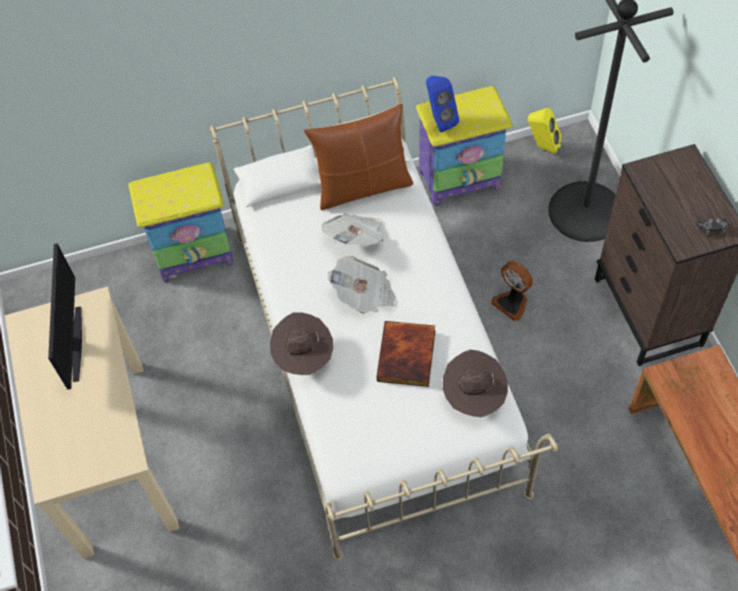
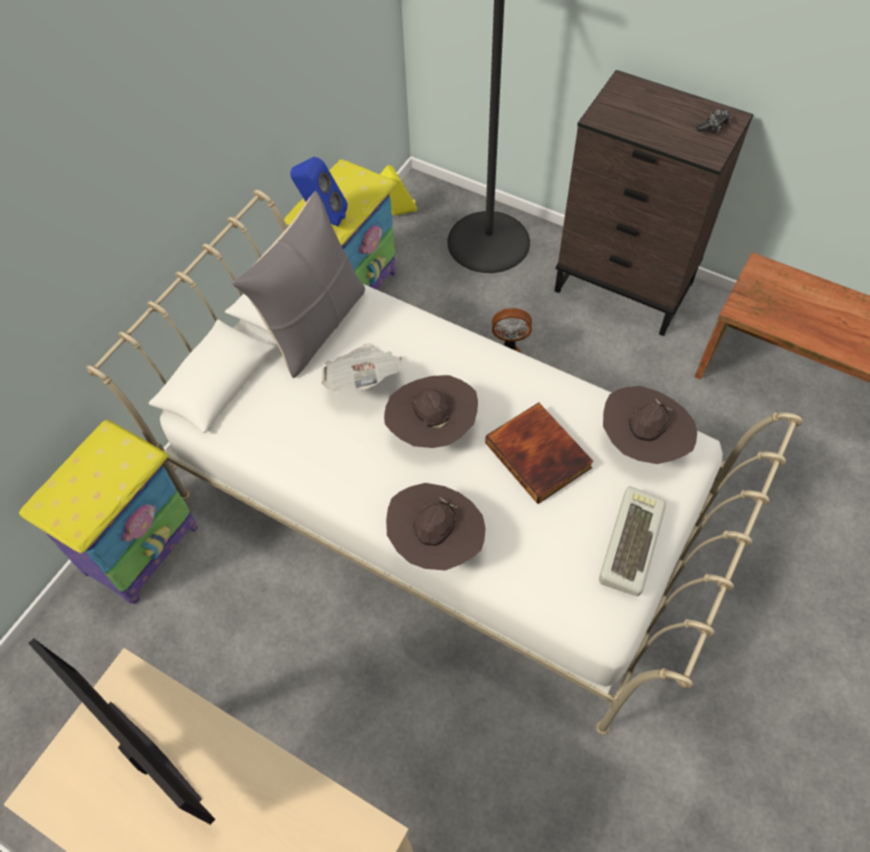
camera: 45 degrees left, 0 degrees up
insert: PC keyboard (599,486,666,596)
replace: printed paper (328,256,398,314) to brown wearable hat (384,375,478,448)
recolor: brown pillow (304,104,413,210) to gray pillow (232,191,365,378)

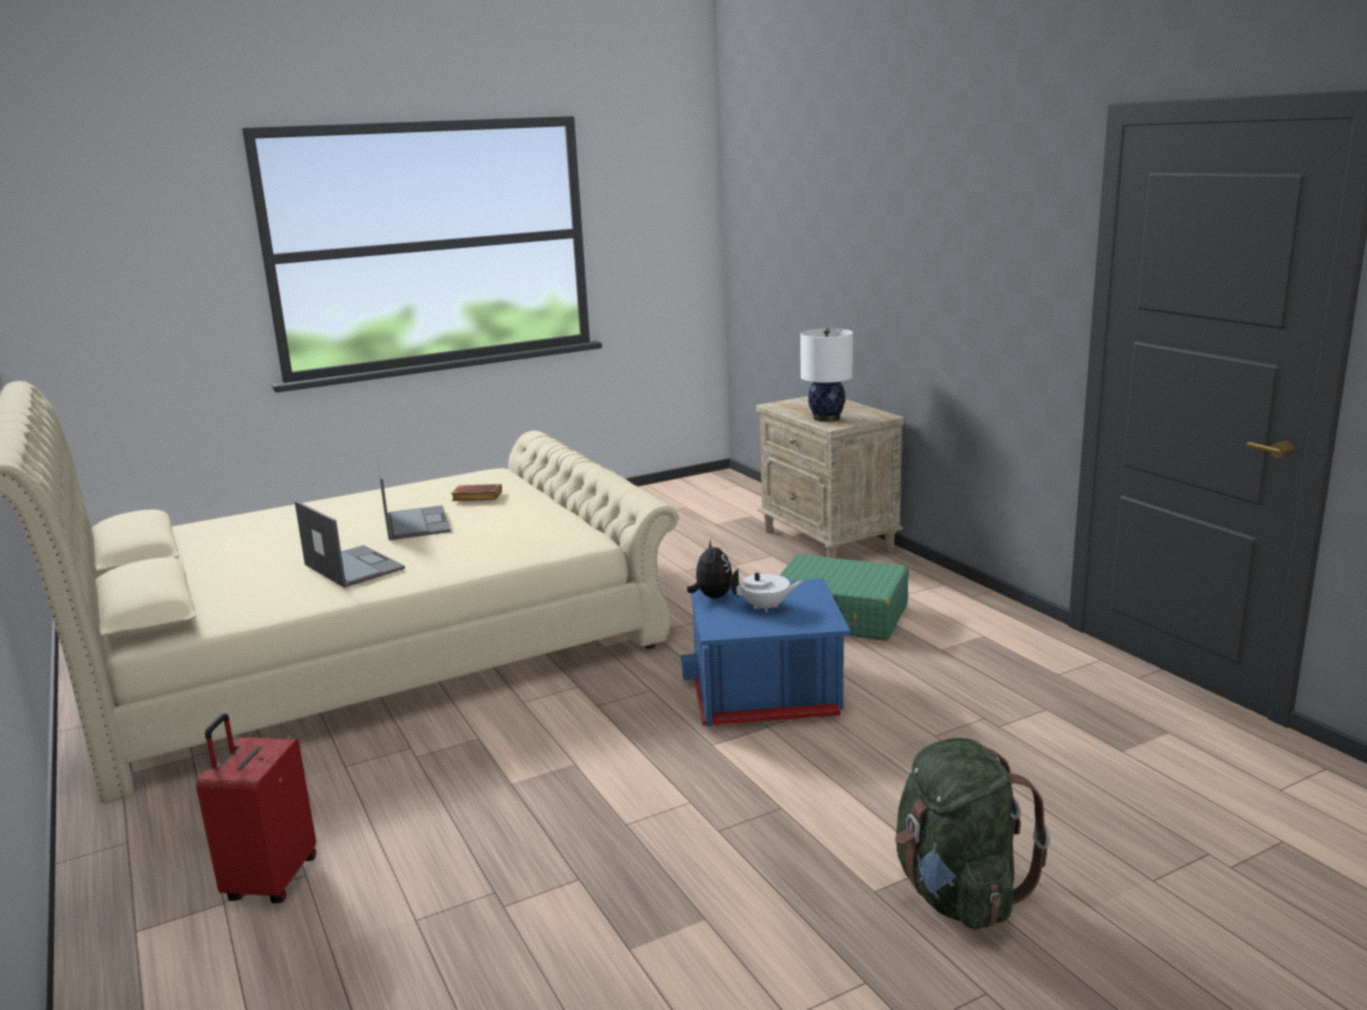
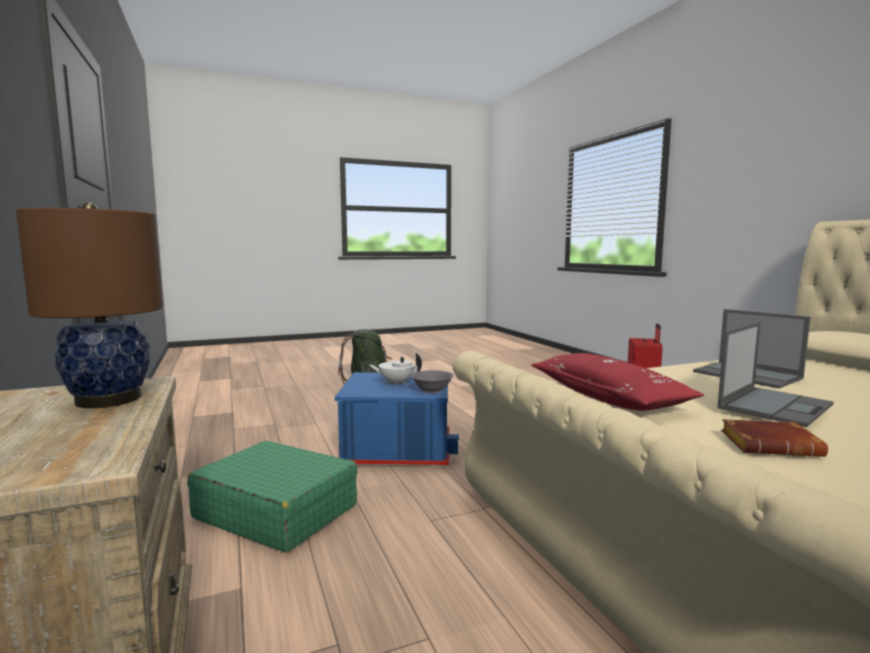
camera: 175 degrees left, 10 degrees down
insert: red-coloured pillow (531,353,704,411)
replace: cuddly toy (687,540,732,599) to gray deep dish (411,370,454,393)
recolor: whitish lamp for a table (800,328,853,422) to brown lamp for a table (16,202,163,408)
rotate: laptop (377,458,451,540) = (717,322,834,427) 120 degrees counterclockwise

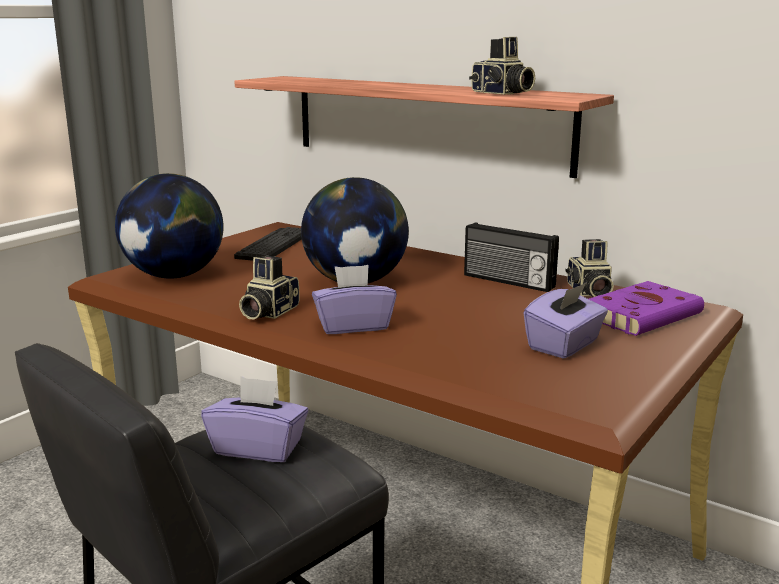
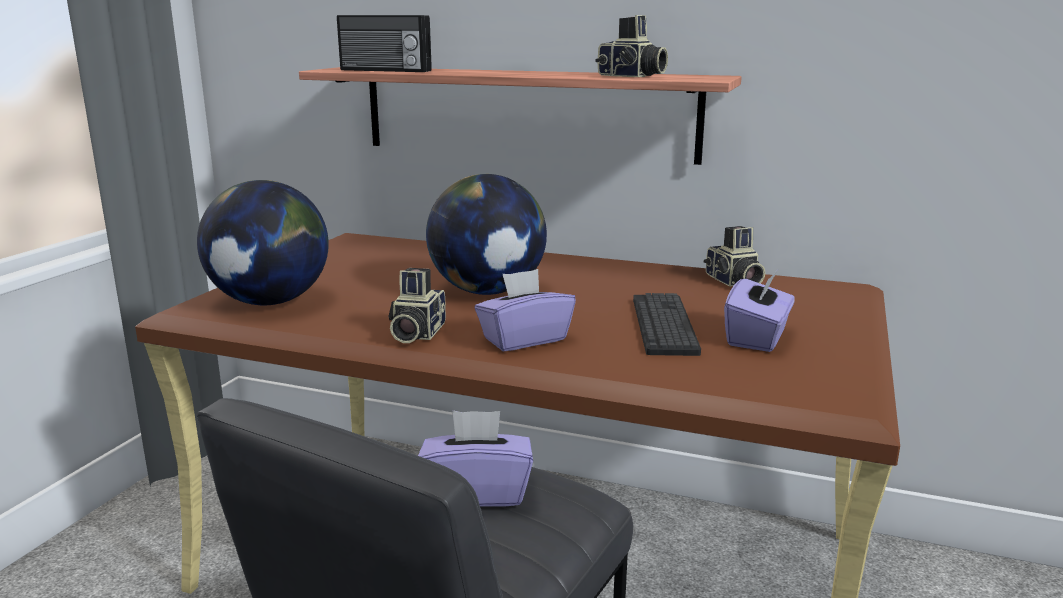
camera: 15 degrees left, 0 degrees up
delete: purple bound book (589,281,704,336)
move: radio receiver (464,222,559,292) to (337,15,432,72); PC keyboard (234,227,302,261) to (633,293,701,356)

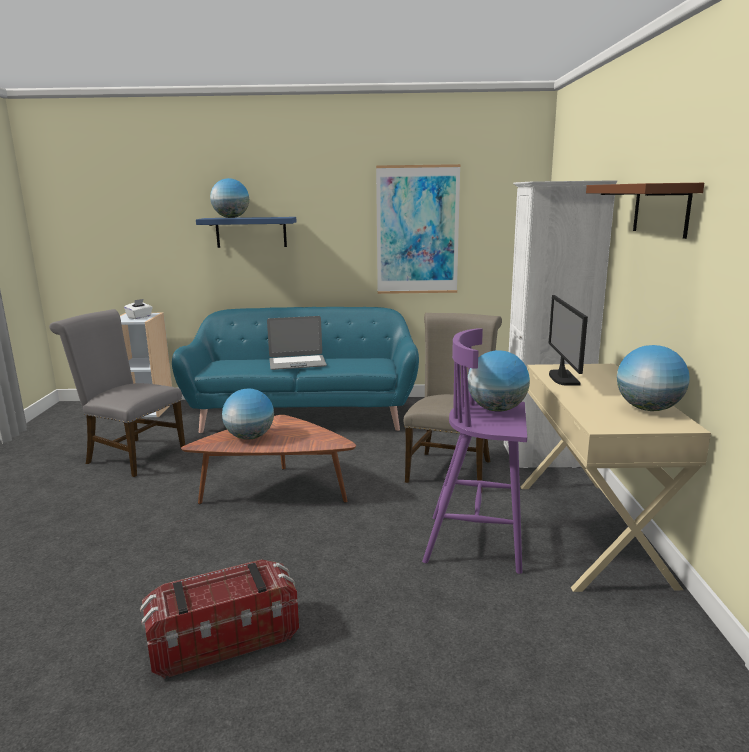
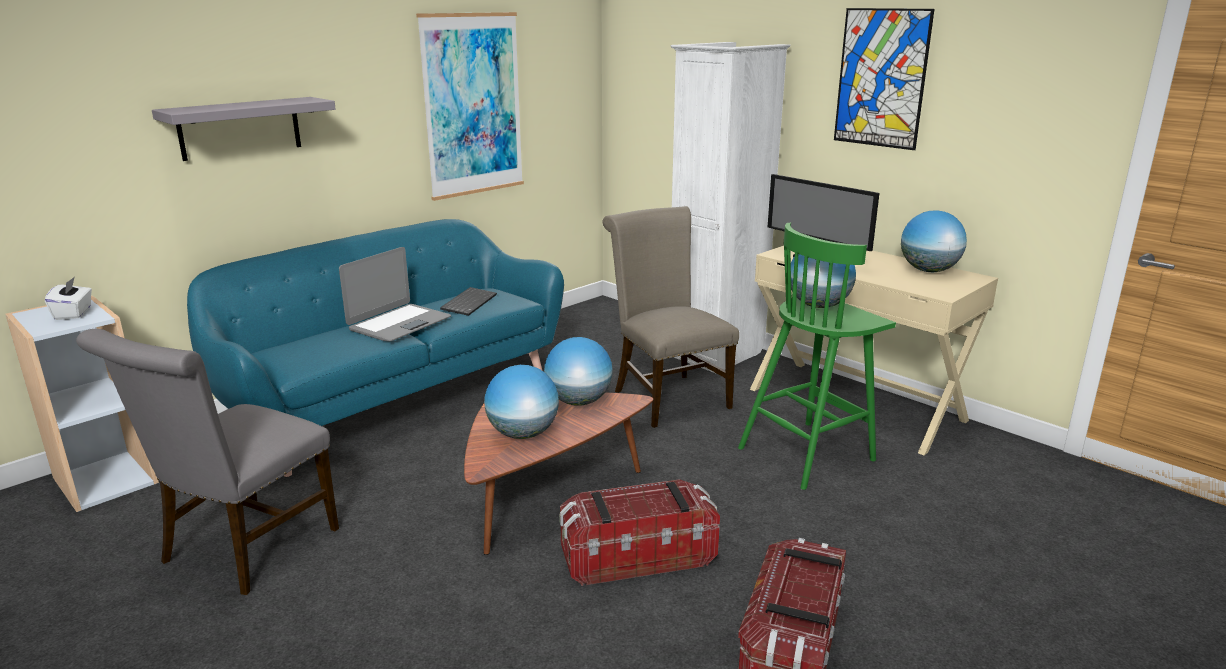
camera: 45 degrees left, 5 degrees up
insert: PC keyboard (440,287,497,316); storage bin (559,479,720,586)
move: globe (210,178,249,218) to (544,337,613,406)
replace: brown shelf (586,183,704,239) to wall picture (834,8,934,150)
recolor: bluish shelf (196,217,297,248) to gray shelf (152,97,336,161); purple stool seat (422,328,527,574) to green-coloured stool seat (738,222,896,490)
rotate: gray plain chair (49,309,185,477) = (76,329,339,595) 45 degrees counterclockwise

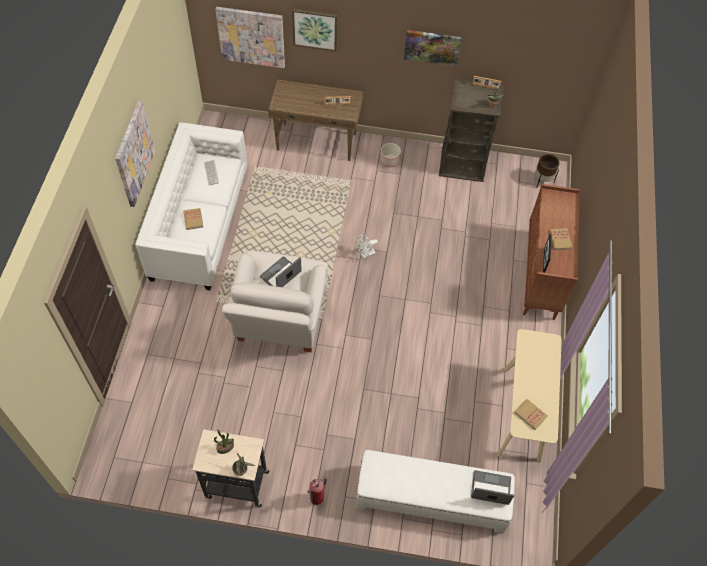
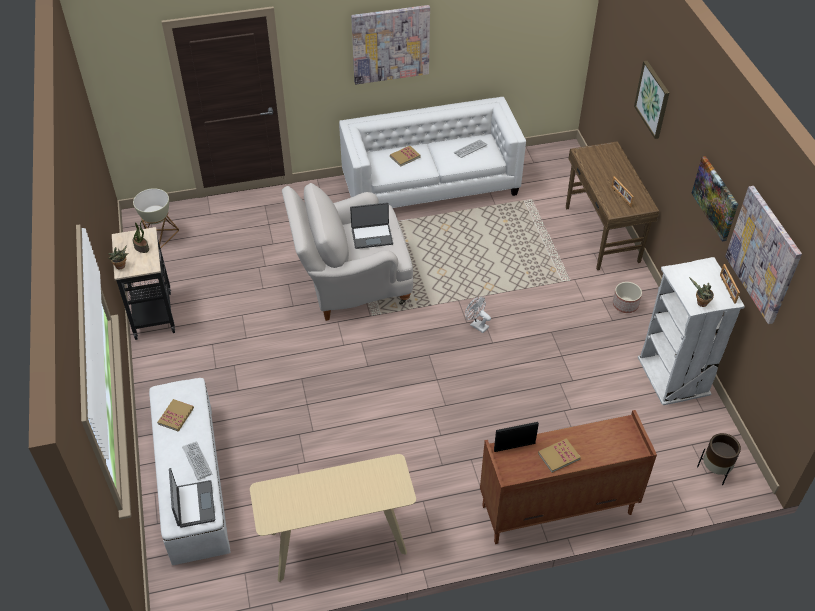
camera: 70 degrees right, 10 degrees down
delete: fire extinguisher (307,477,327,505)
insert: planter (133,188,179,248); PC keyboard (182,441,213,480)
move: wall picture (215,7,285,68) to (725,186,802,324); bound book (515,399,547,430) to (157,399,194,431)
recolor: brown bookshelf (439,80,504,182) to whitish bookshelf (638,257,745,405)
rotate: laptop (260,256,302,287) = (350,202,393,249) 150 degrees clockwise

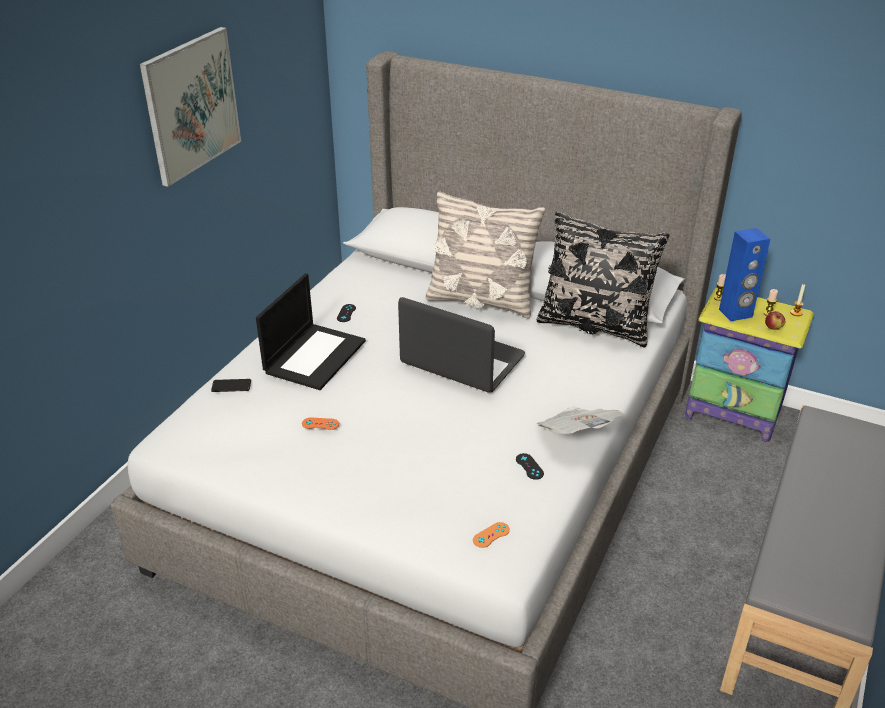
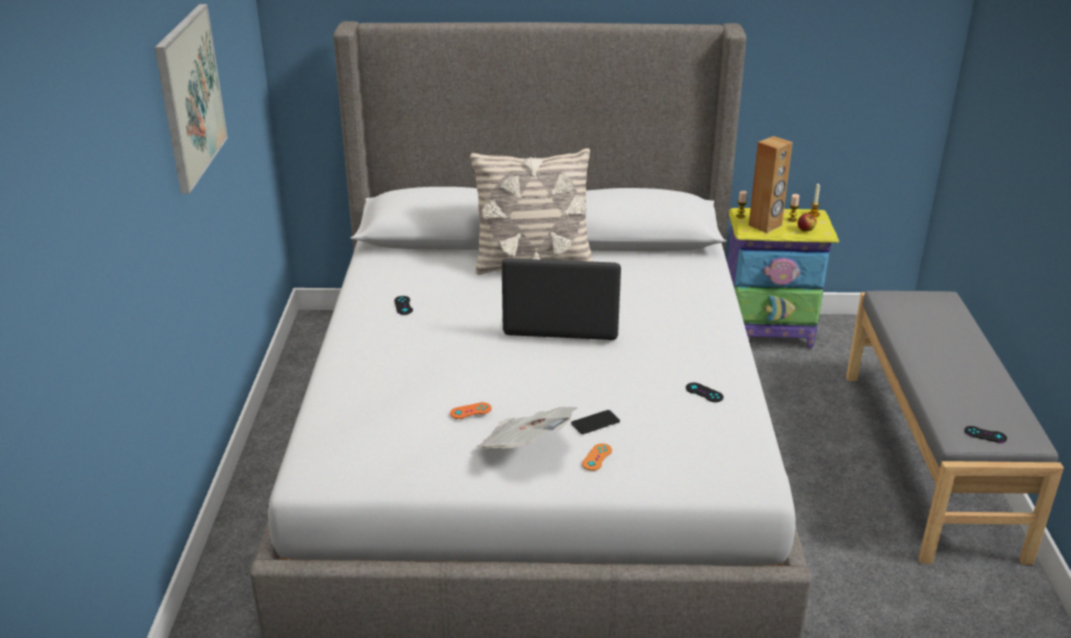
camera: 25 degrees left, 5 degrees down
delete: black-coloured pillow (537,211,669,347); laptop (256,273,366,390)
insert: black-coloured joypad (964,426,1007,443)
move: telephone (211,379,251,392) to (571,410,620,434); printed paper (536,407,625,434) to (477,407,578,449); orangey joypad (473,522,510,548) to (582,443,612,471)
recolor: bluish speaker (719,228,770,321) to brown speaker (749,136,793,233)

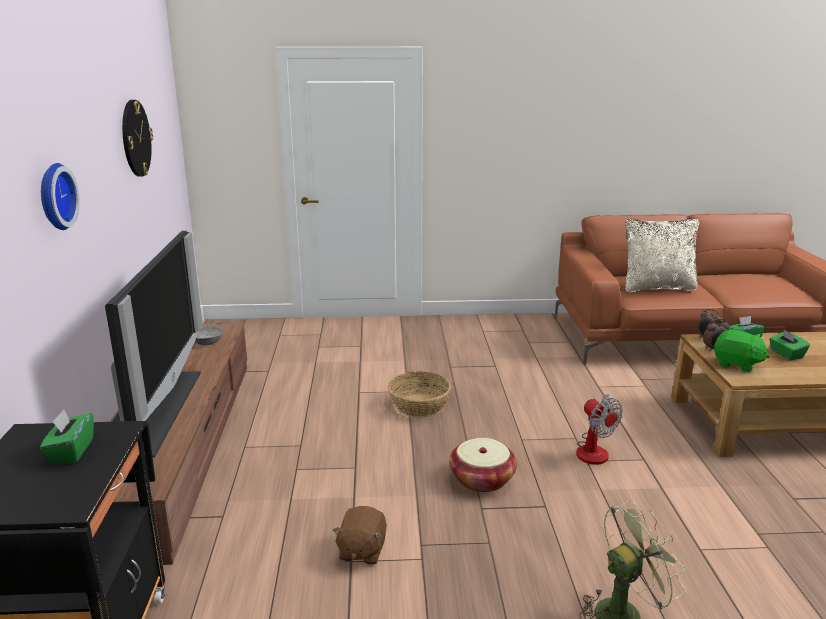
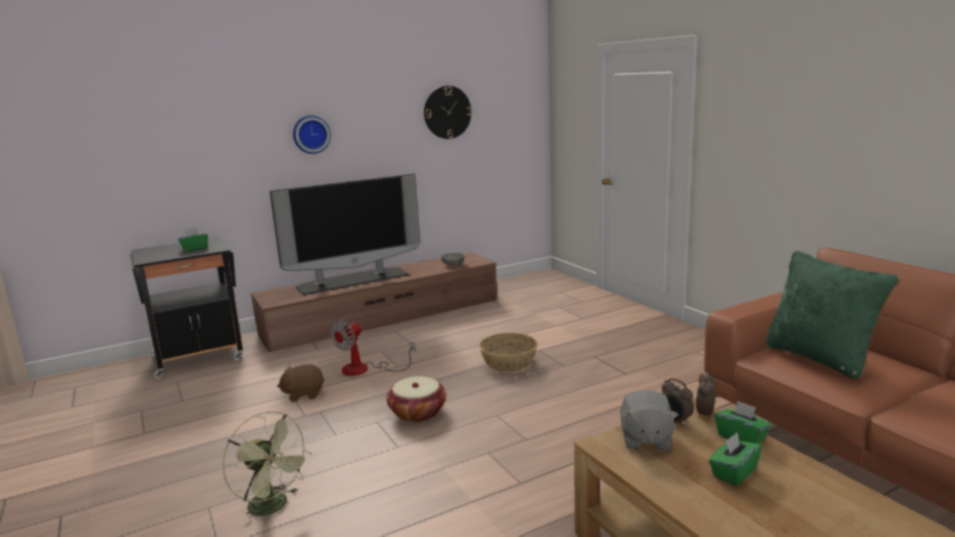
camera: 65 degrees right, 5 degrees down
move: cooling fan (576,394,623,465) to (330,319,416,376)
recolor: beige-coloured pillow (625,219,700,292) to green-coloured pillow (766,251,899,380); green-coloured cuddly toy (714,329,770,372) to gray cuddly toy (620,389,679,451)

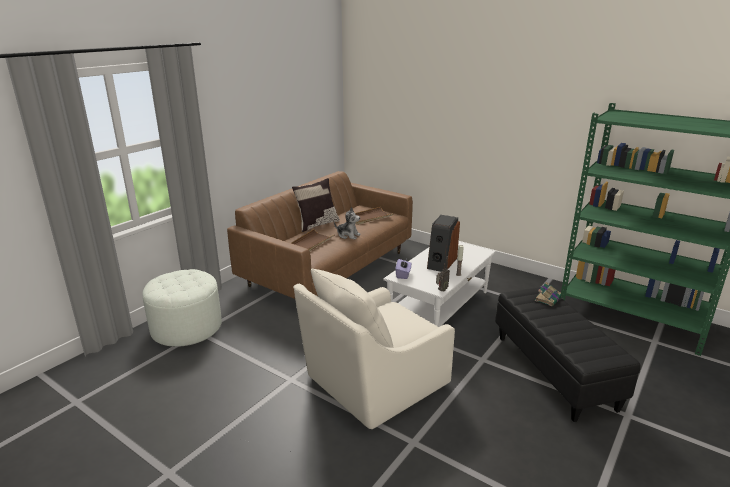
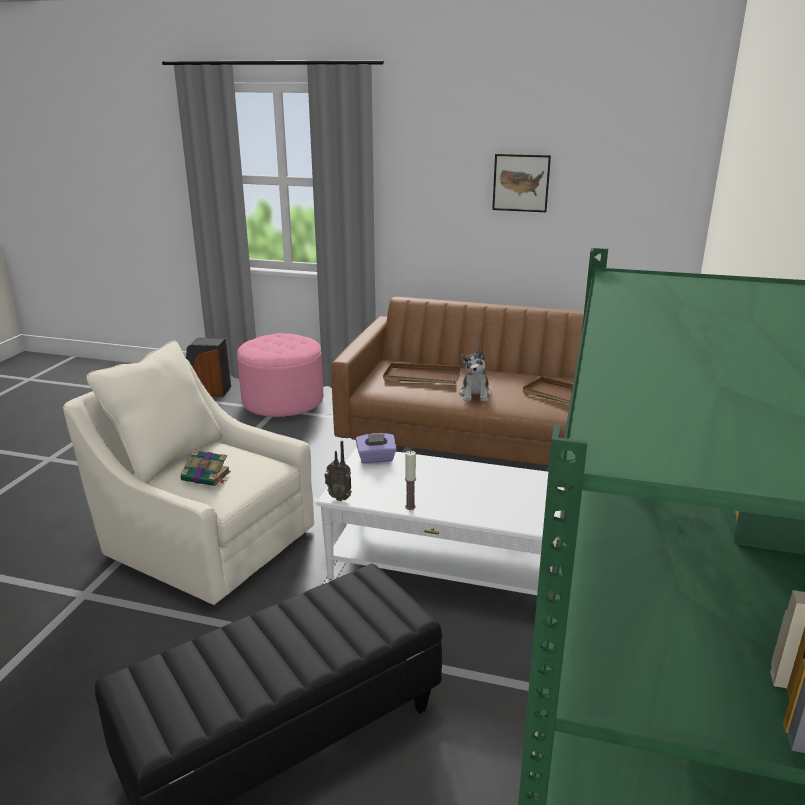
camera: 70 degrees right, 0 degrees up
delete: pillow (292,178,340,232)
insert: wall picture (492,154,551,212)
move: speaker (427,215,460,272) to (186,338,231,397); bound book (534,282,562,306) to (180,450,231,486)
recolor: whitish footrest (142,269,222,347) to pinkish footrest (237,333,323,417)

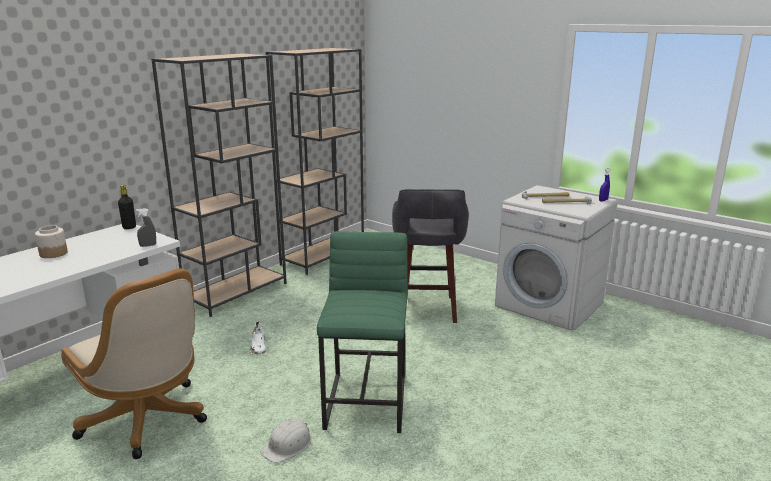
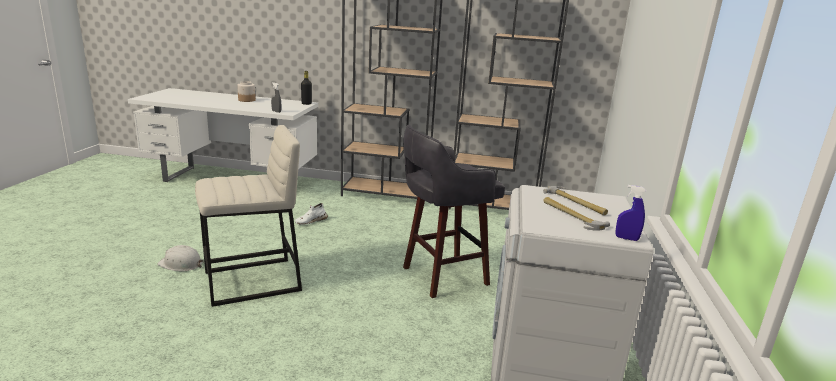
camera: 60 degrees right, 0 degrees up
delete: desk chair (61,268,207,459)
recolor: green-coloured stool seat (317,231,408,433) to beige-coloured stool seat (195,125,302,307)

